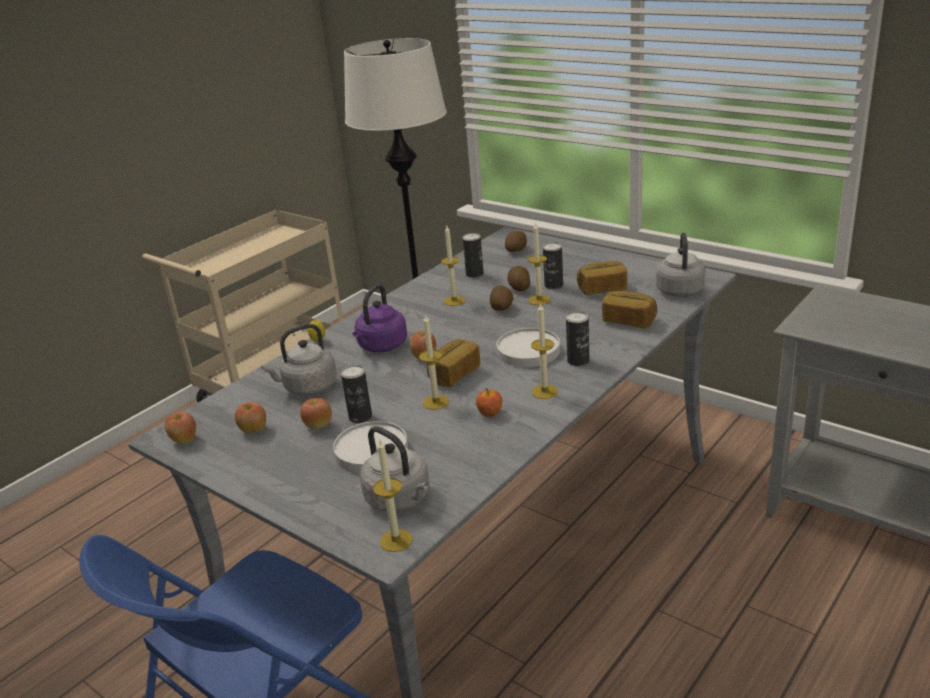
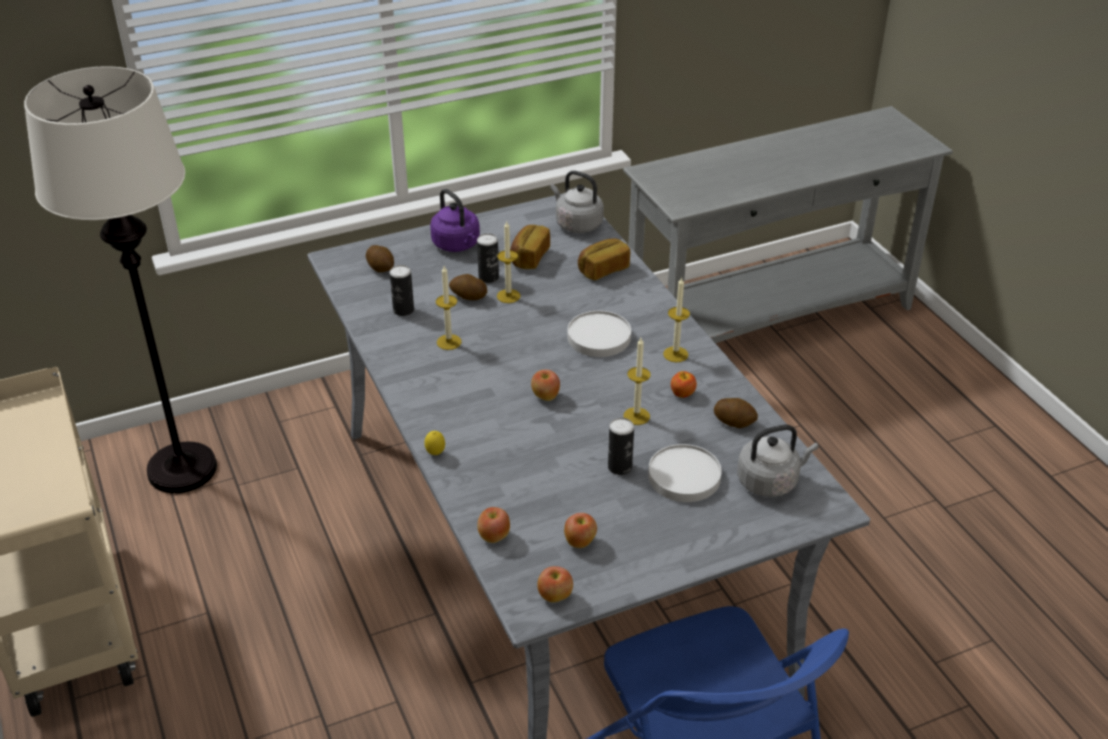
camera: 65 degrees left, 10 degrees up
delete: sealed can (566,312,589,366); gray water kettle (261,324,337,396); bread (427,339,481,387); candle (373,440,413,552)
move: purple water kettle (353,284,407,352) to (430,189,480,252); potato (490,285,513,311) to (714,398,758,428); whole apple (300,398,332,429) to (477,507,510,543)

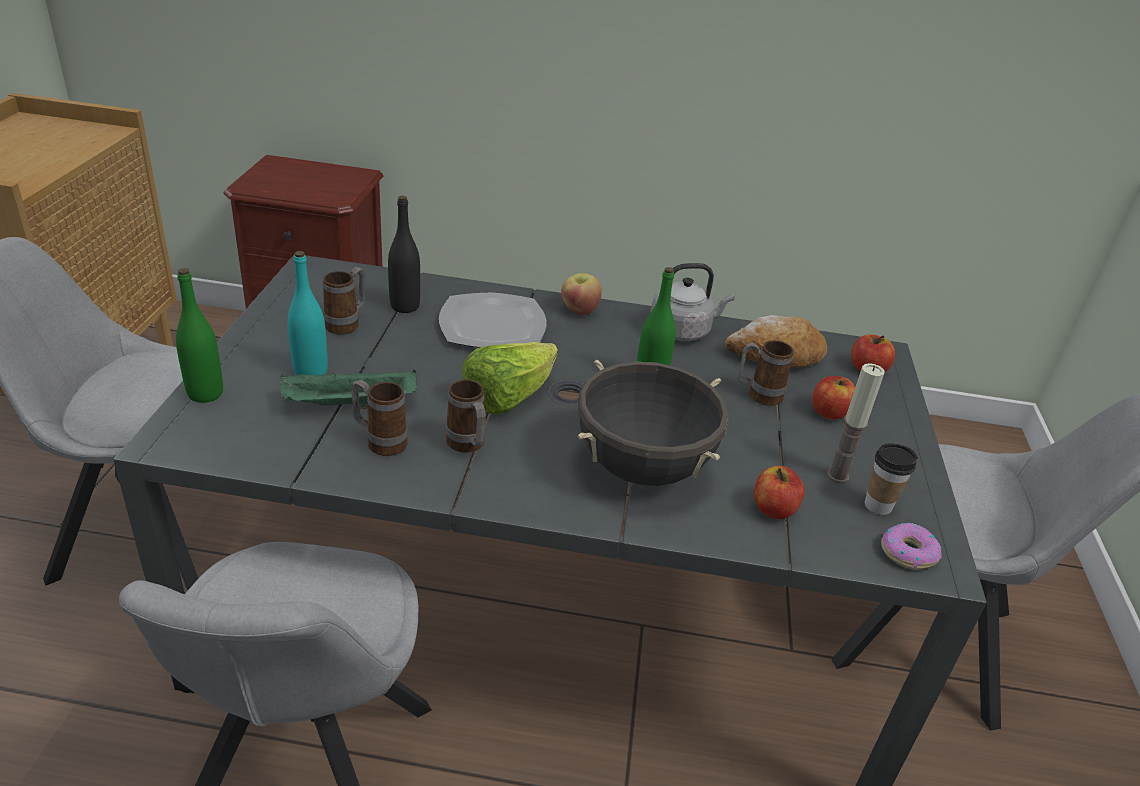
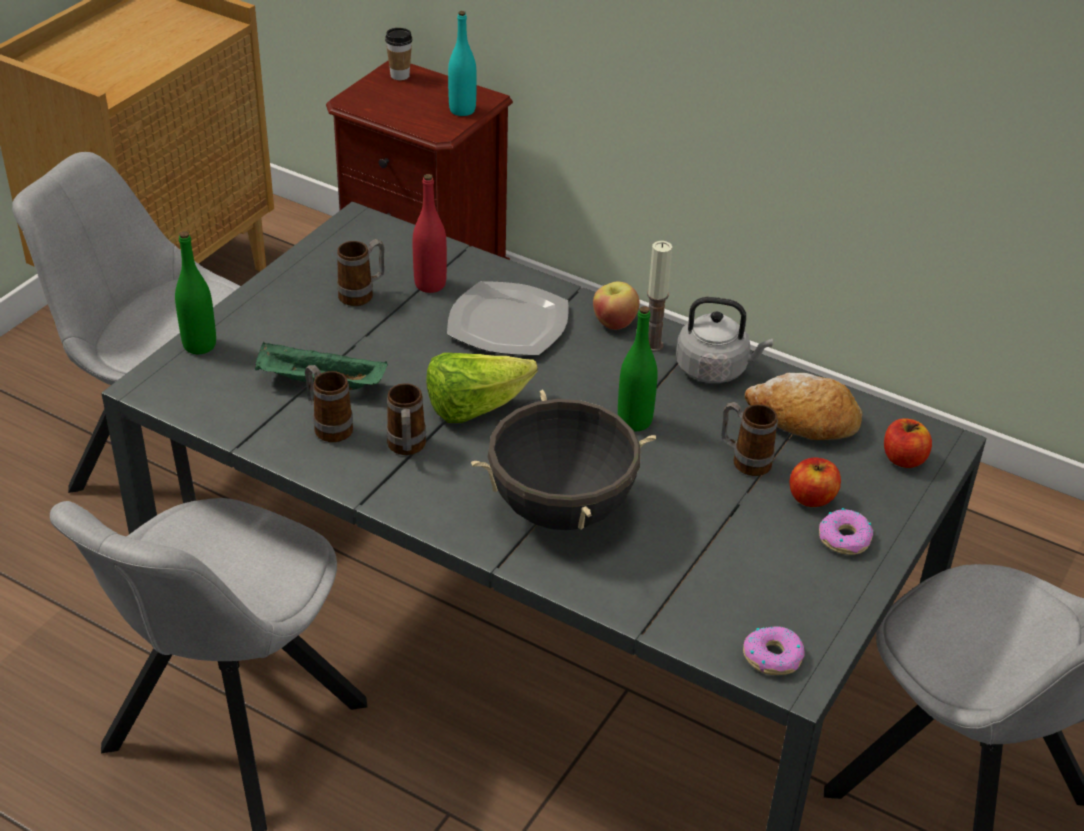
camera: 25 degrees right, 5 degrees up
delete: whole apple (754,466,805,519)
insert: doughnut (819,508,873,555)
move: turquoise bottle (288,251,328,375) to (448,11,477,116); candle (827,363,885,483) to (647,241,672,352); cup (865,444,918,515) to (385,28,412,80)
recolor: black-coloured bottle (388,195,420,313) to red-coloured bottle (413,174,447,293)

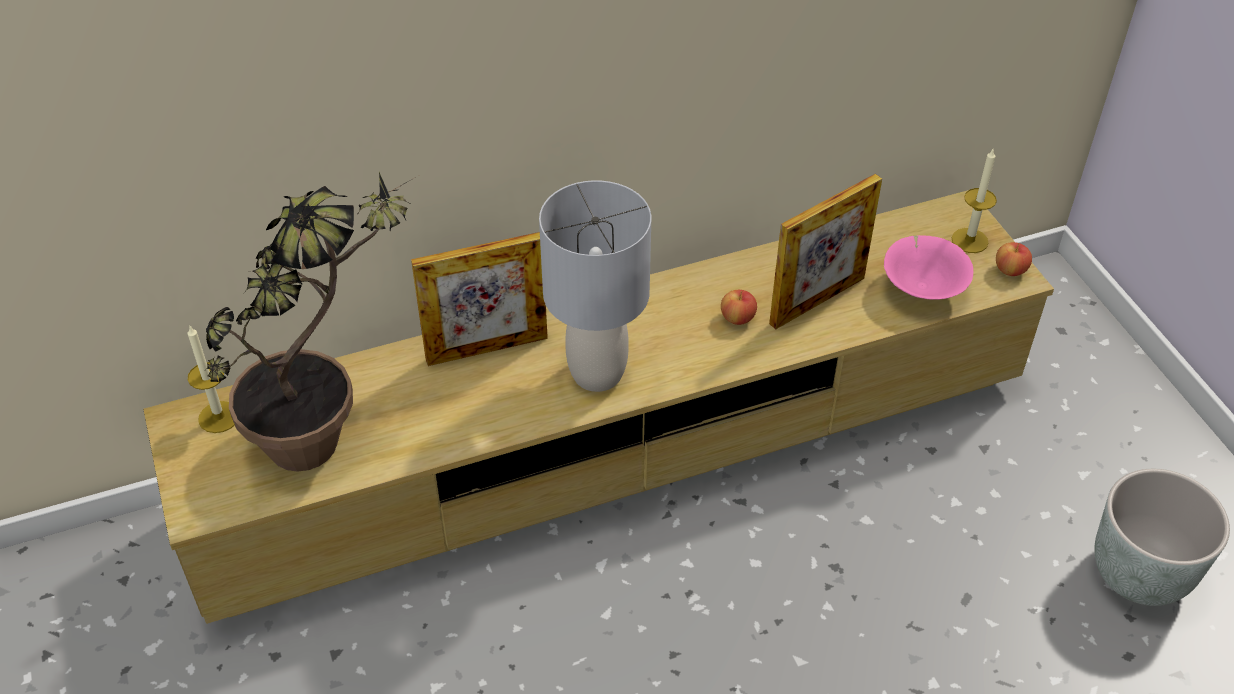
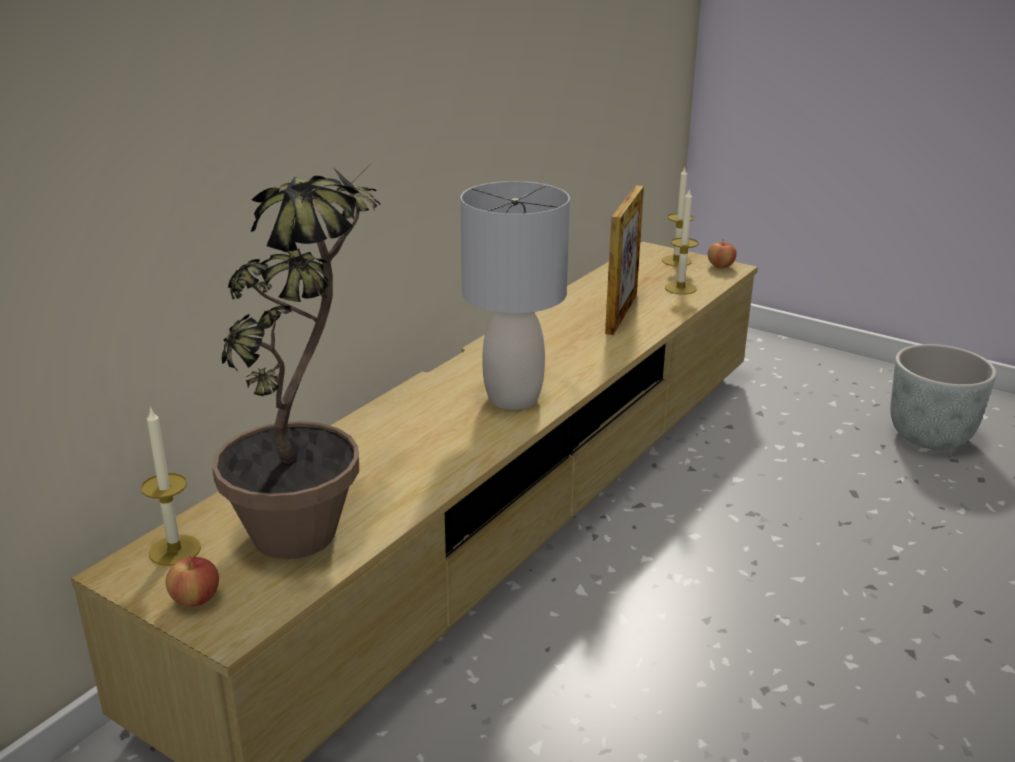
camera: 35 degrees left, 20 degrees down
delete: photo frame (411,232,548,366)
move: whole apple (721,290,757,325) to (166,556,219,607)
replace: pinkish deep dish (884,235,973,300) to candle (665,188,698,295)

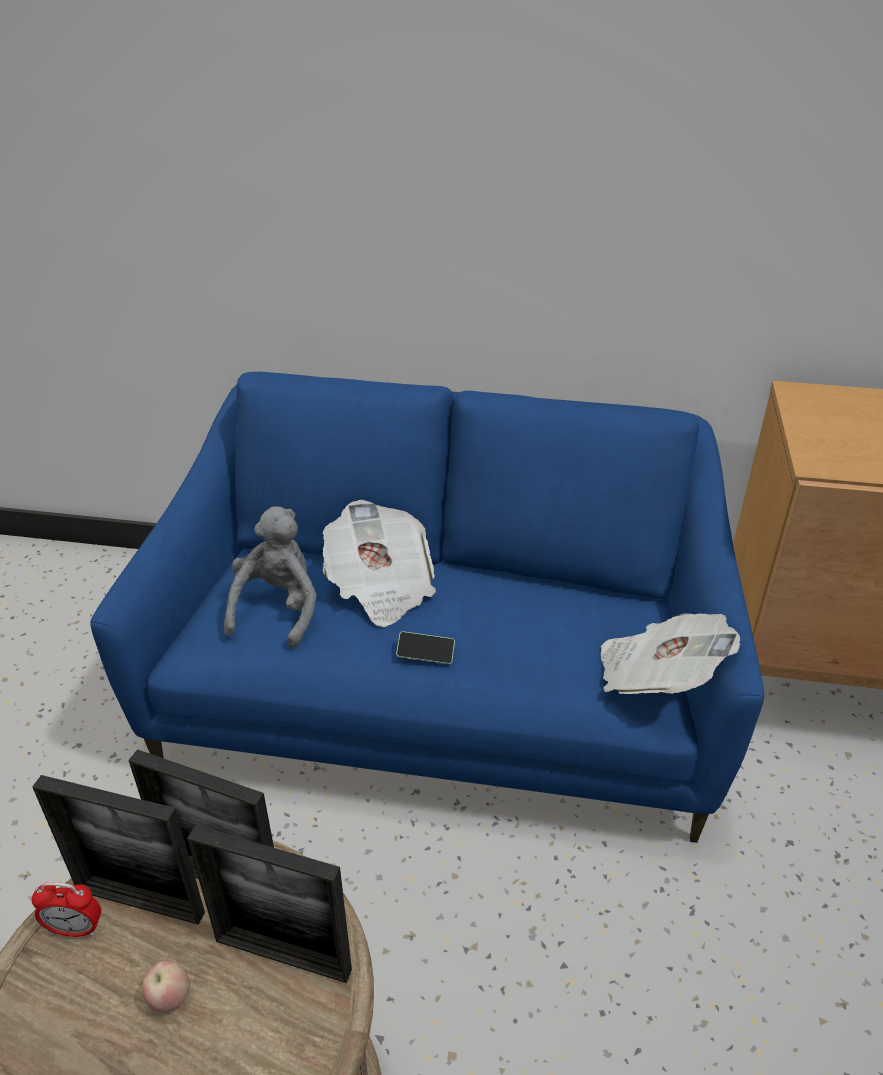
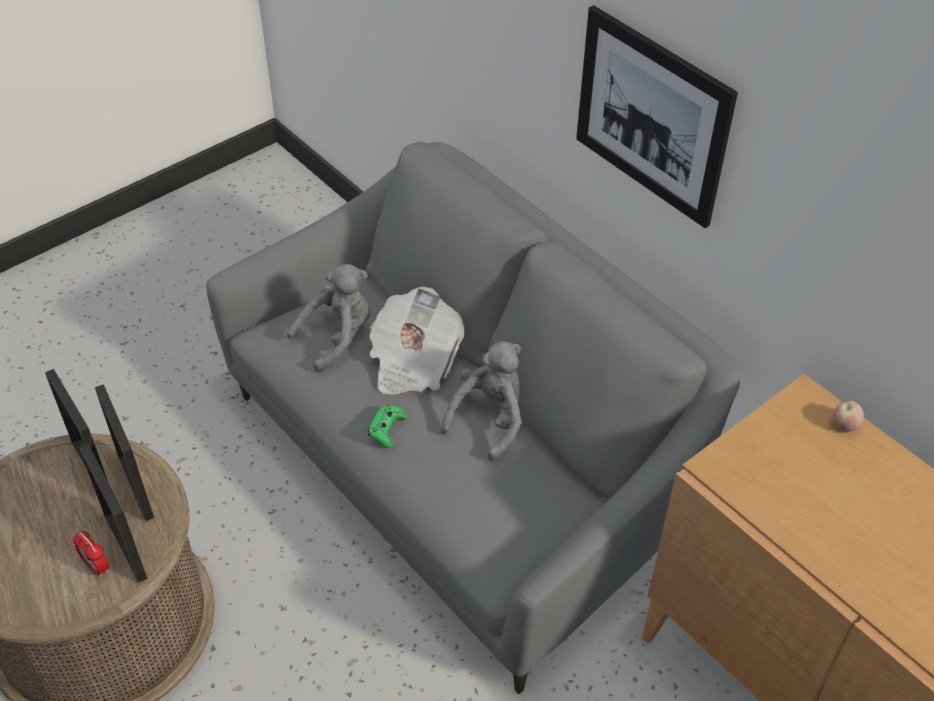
camera: 40 degrees right, 10 degrees up
delete: printed paper (601,613,740,694)
insert: wall picture (576,5,738,228); gray cuddly toy (440,341,521,462)
move: table clock (31,882,101,937) to (73,531,109,577); whole apple (142,960,190,1012) to (833,400,864,432)
replace: telephone (396,631,455,664) to green-coloured joypad (368,405,407,448)
recolor: bluish settee (90,372,764,843) to gray settee (206,142,740,694)

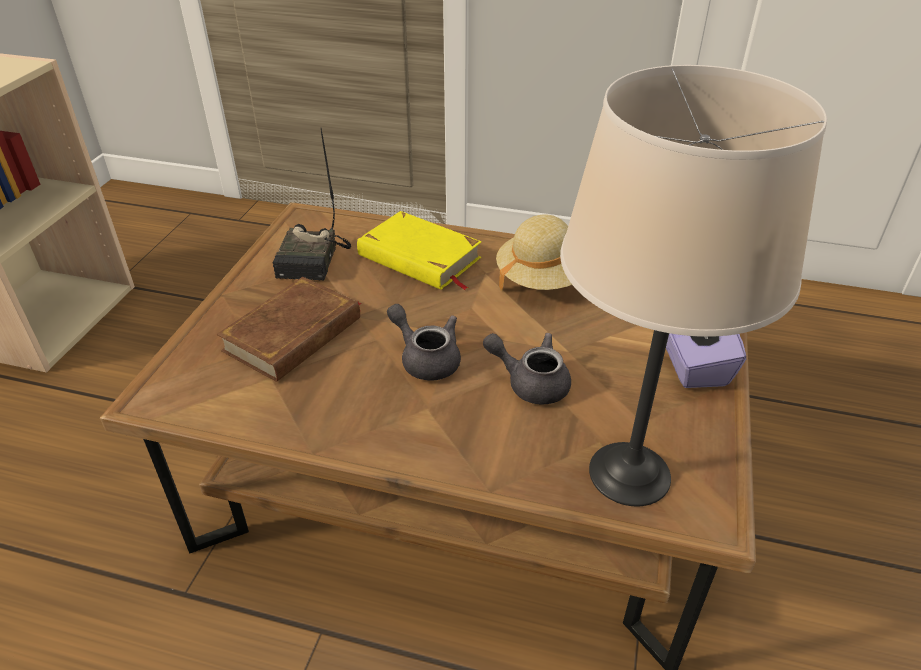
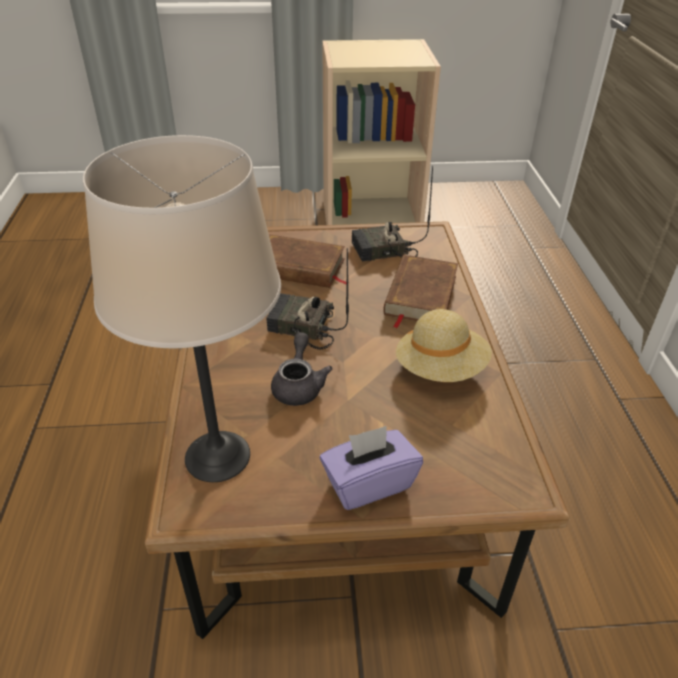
camera: 70 degrees right, 0 degrees up
replace: gray teapot (387,304,461,381) to radio receiver (266,248,349,350)
recolor: yellow-coloured bound book (357,211,481,290) to brown bound book (383,255,458,329)

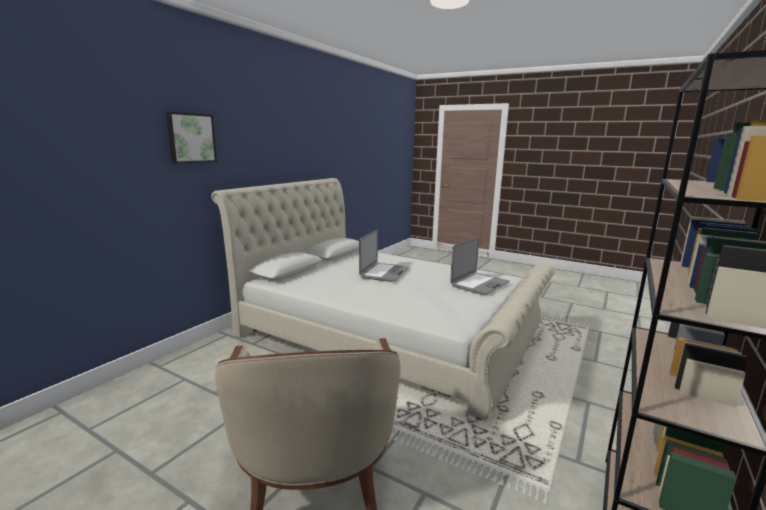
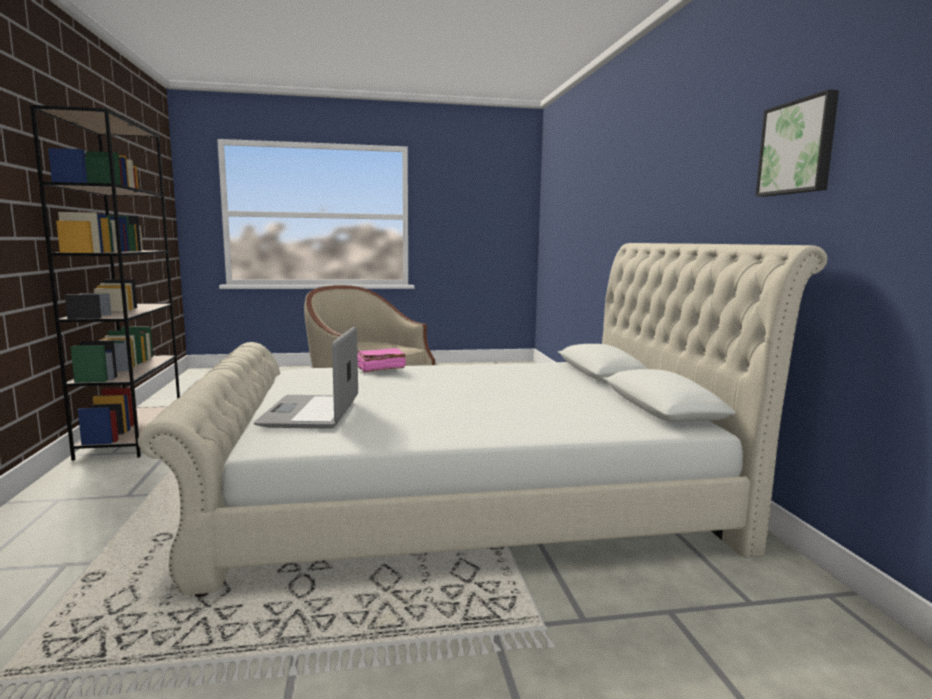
camera: 140 degrees right, 5 degrees down
delete: laptop (359,230,409,282)
insert: pinkish bound book (358,348,406,373)
move: wall picture (166,112,217,163) to (756,90,839,197)

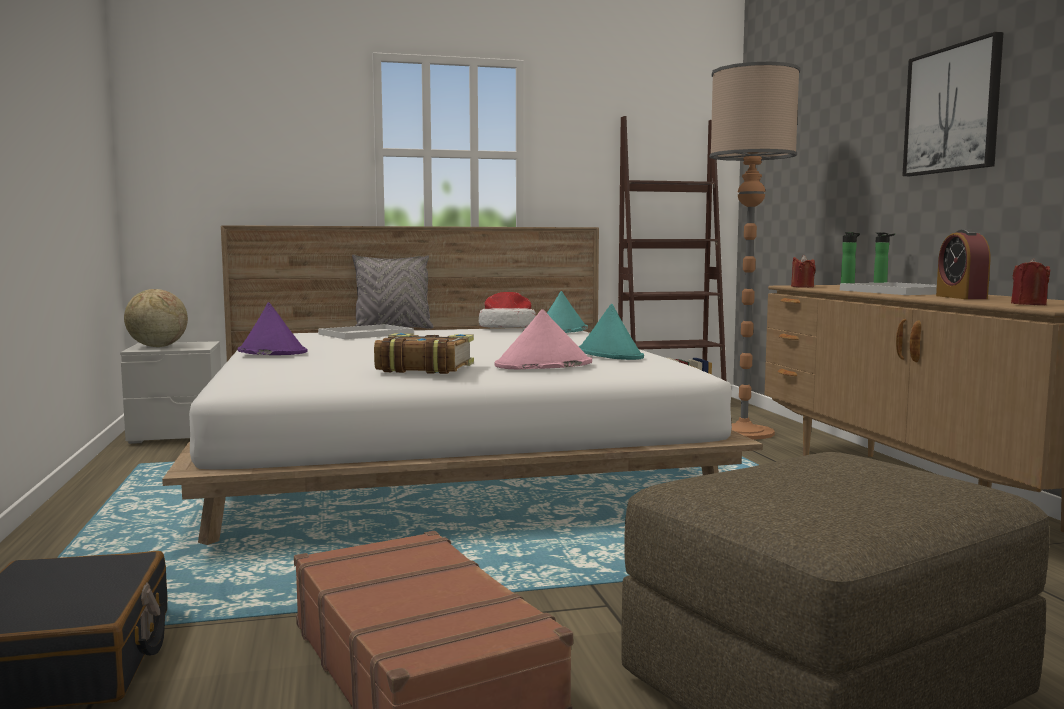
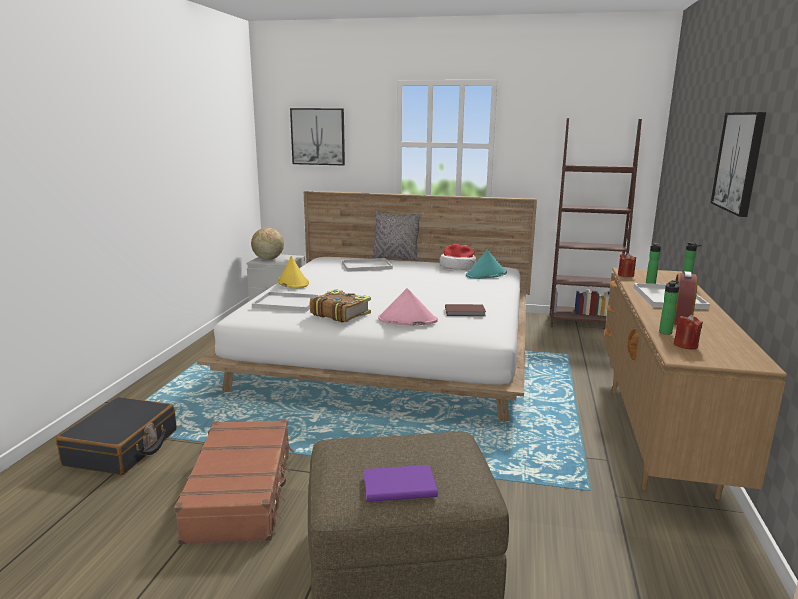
camera: 25 degrees right, 10 degrees up
delete: standard lamp (709,62,800,440)
insert: wall picture (290,108,345,166); bottle (659,280,680,335); whitish serving tray (252,292,320,312); purple bound book (364,465,438,502)
replace: turquoise wearable hat (578,304,644,360) to brown bound book (445,304,486,316)
recolor: purple wearable hat (238,302,308,355) to yellow-coloured wearable hat (278,256,309,289)

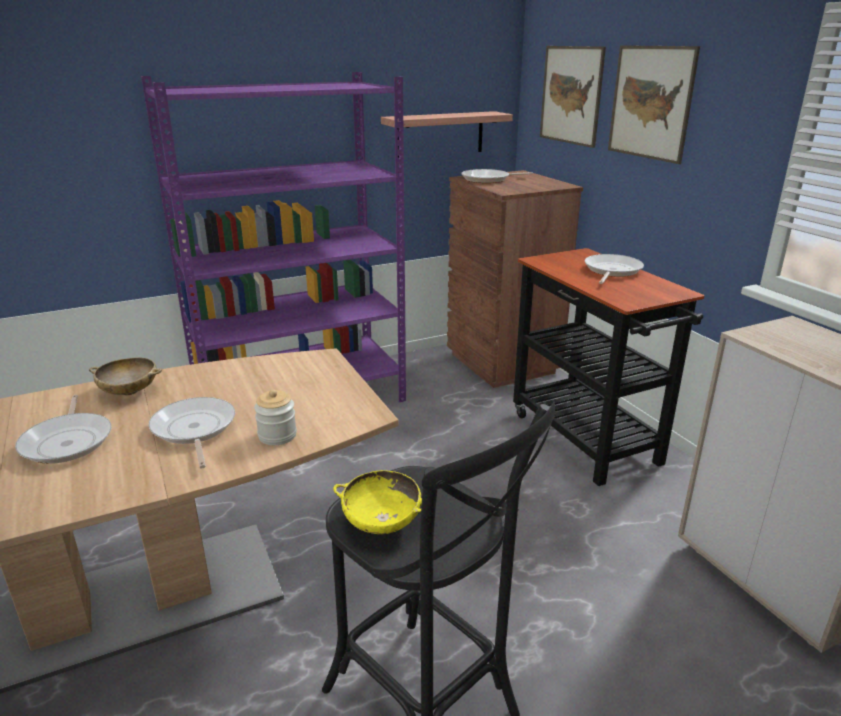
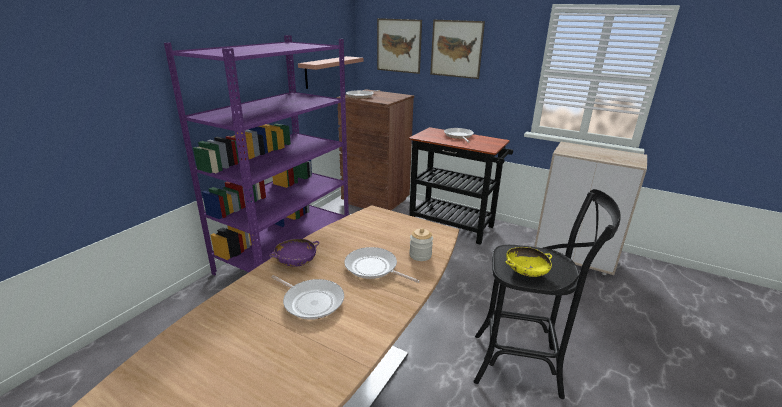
camera: 35 degrees left, 0 degrees up
recolor: beige-coloured deep dish (89,358,162,395) to purple deep dish (269,239,319,267)

